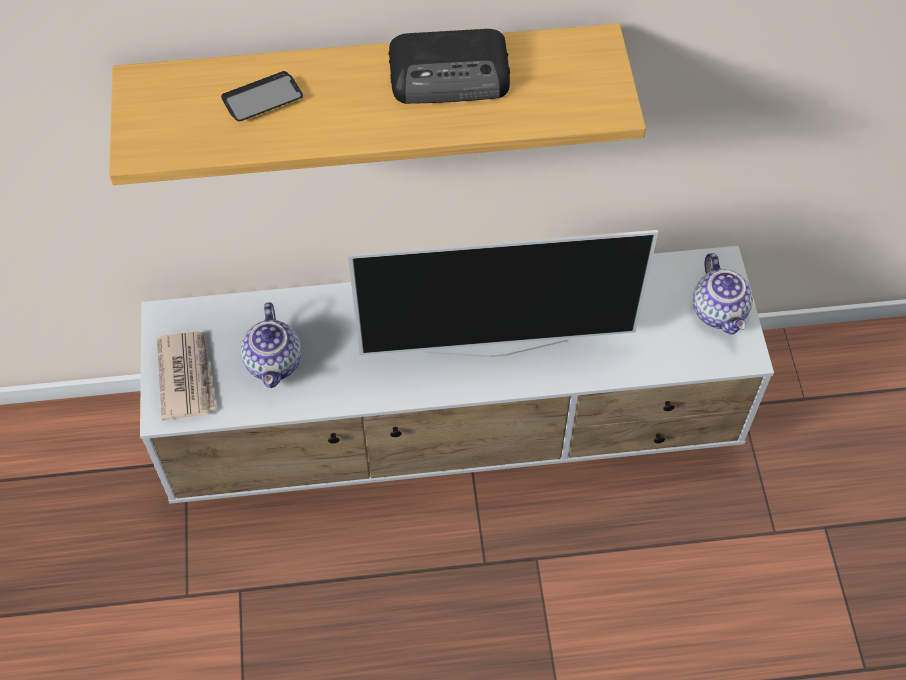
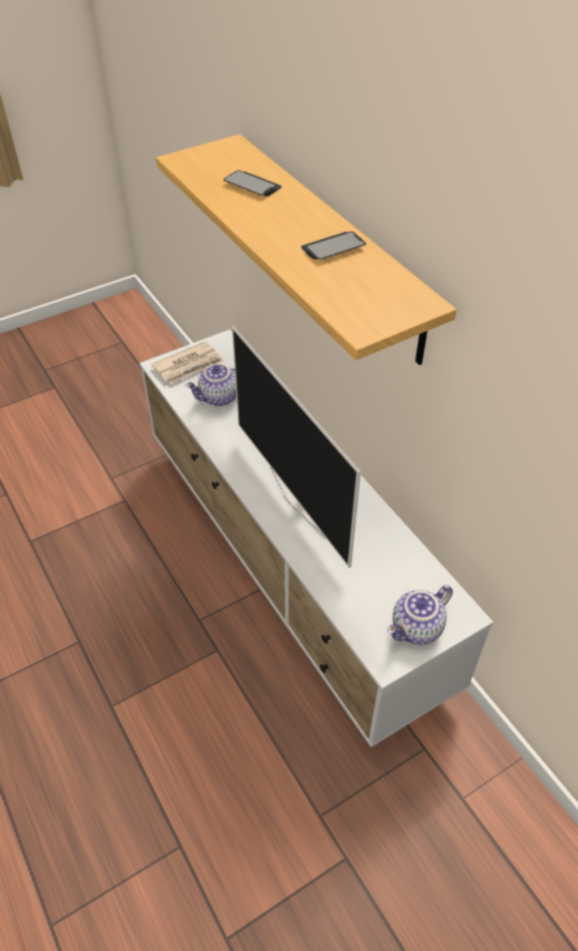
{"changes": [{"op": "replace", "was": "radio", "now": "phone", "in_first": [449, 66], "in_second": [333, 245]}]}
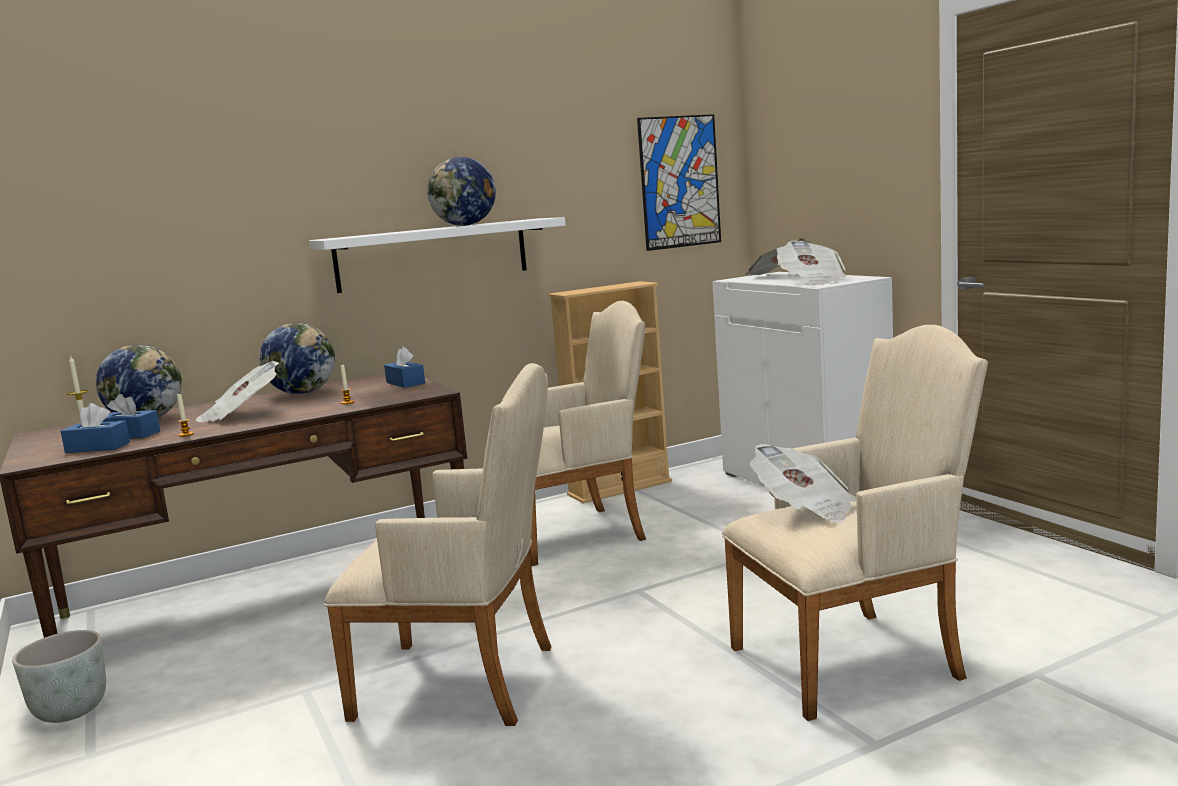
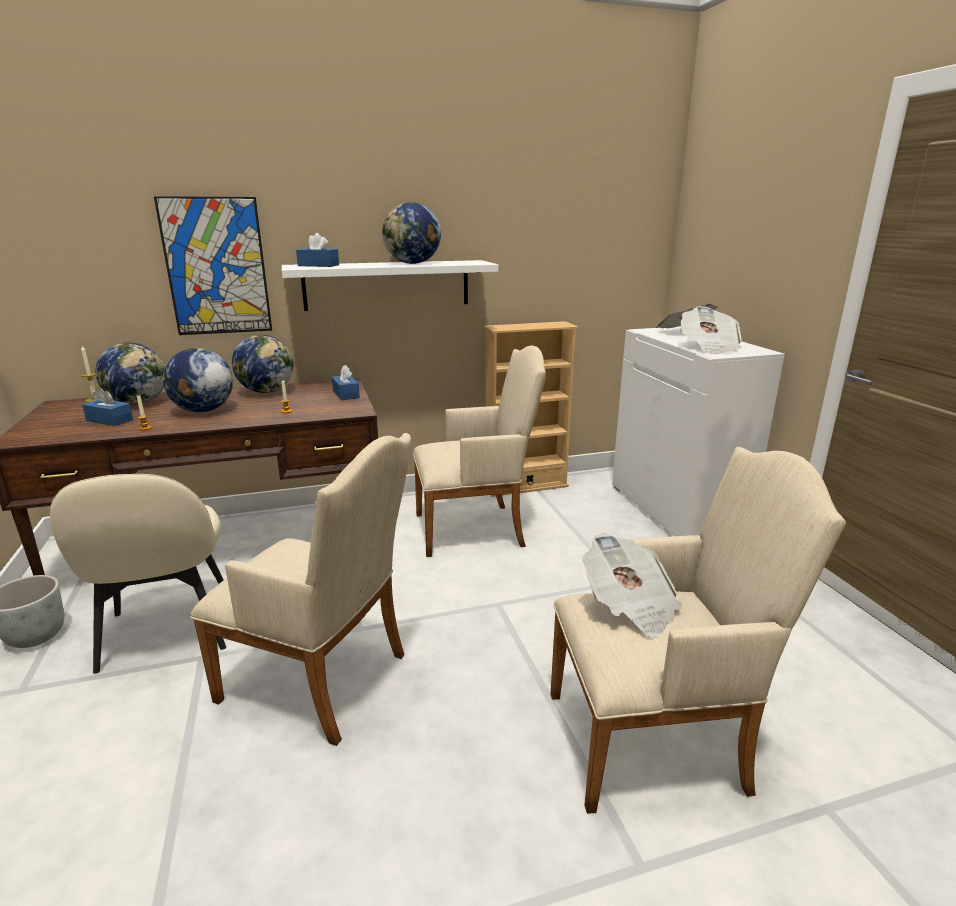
{"changes": [{"op": "move", "was": "blue tissue box", "in_first": [95, 428], "in_second": [317, 250]}, {"op": "replace", "was": "newspaper", "now": "globe", "in_first": [237, 391], "in_second": [197, 380]}, {"op": "move", "was": "picture", "in_first": [679, 182], "in_second": [213, 265]}, {"op": "insert", "now": "beige chair", "in_second": [138, 574]}]}
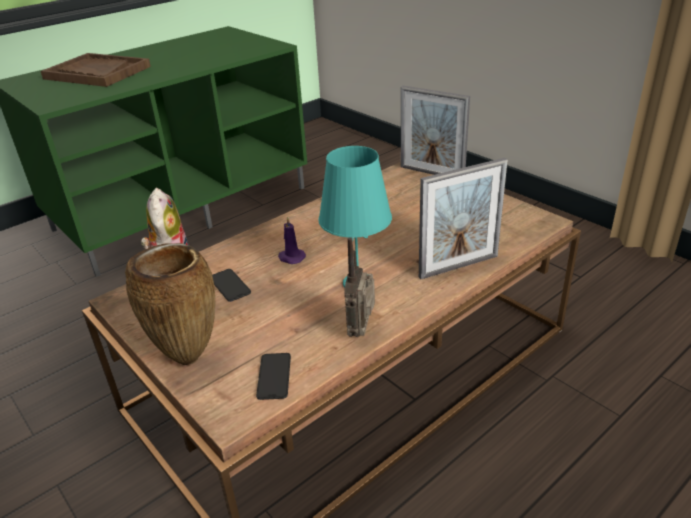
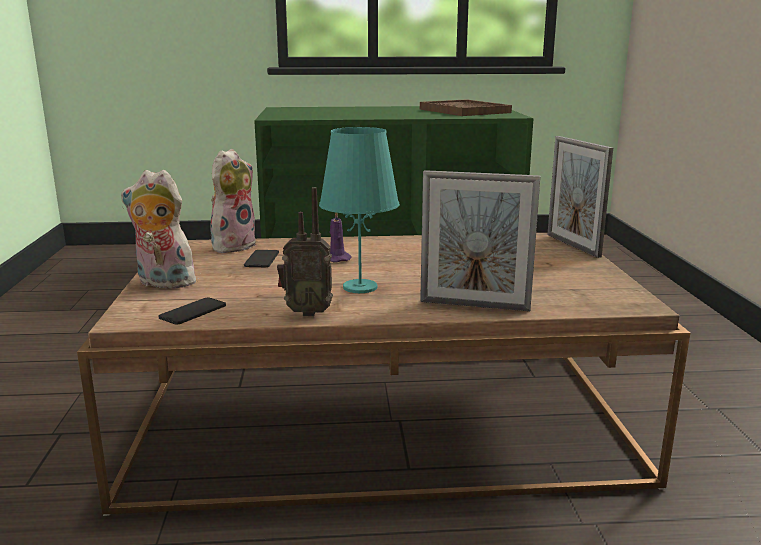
{"changes": [{"op": "move", "was": "brown tray", "in_first": [96, 70], "in_second": [466, 107]}, {"op": "replace", "was": "brown vase", "now": "plush toy", "in_first": [170, 304], "in_second": [161, 230]}, {"op": "rotate", "was": "radio", "in_first": [359, 287], "in_second": [305, 251], "clockwise": -135}]}
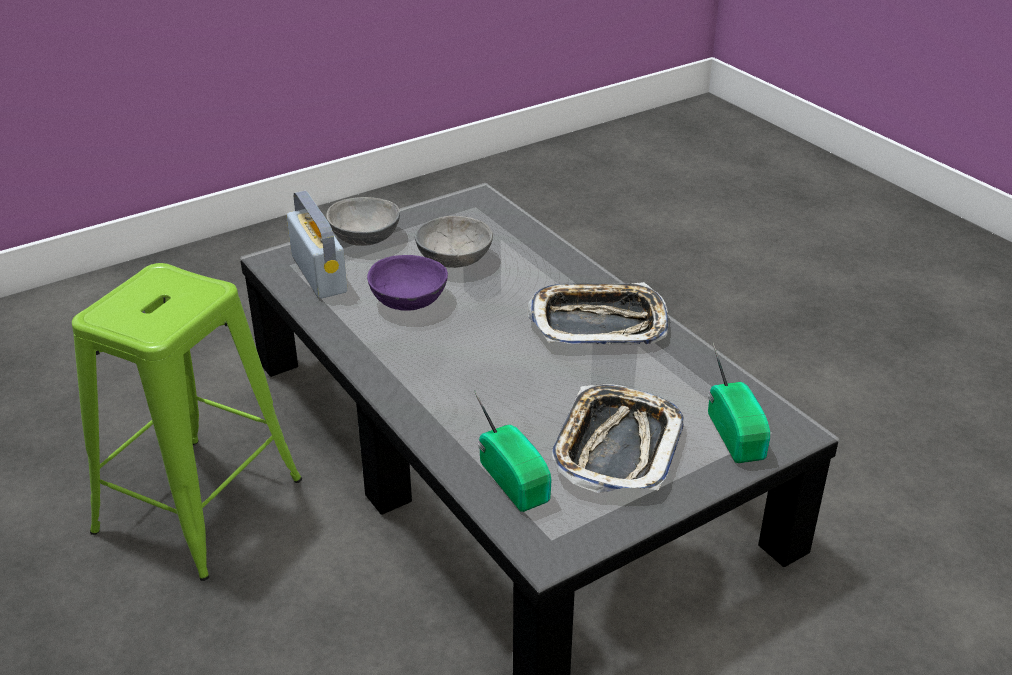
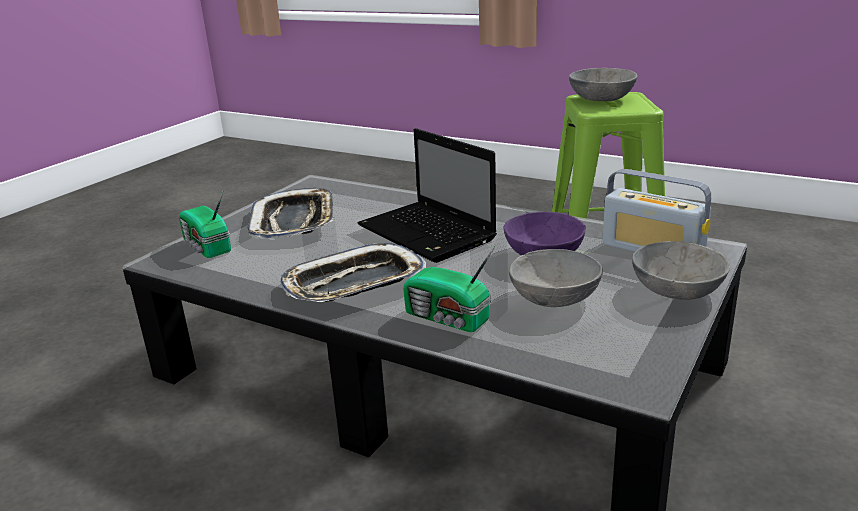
{"changes": [{"op": "move", "was": "radio", "in_first": [513, 451], "in_second": [449, 288]}, {"op": "insert", "now": "laptop", "in_second": [427, 195]}, {"op": "insert", "now": "grey bowl", "in_second": [603, 84]}]}
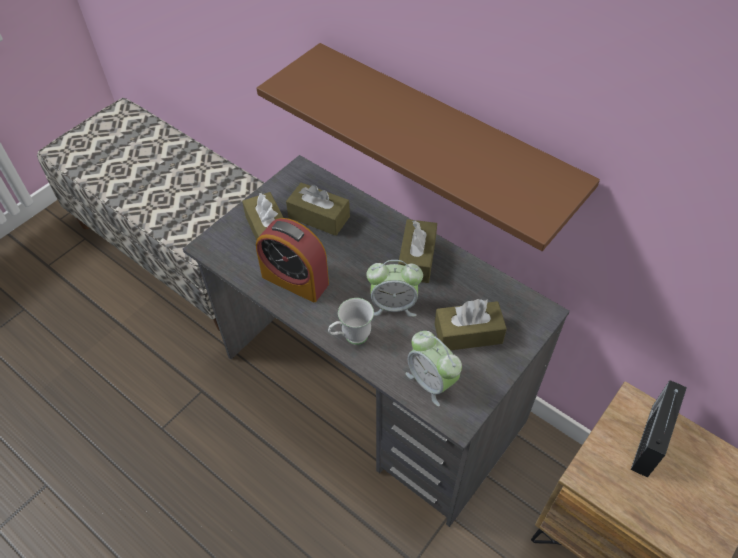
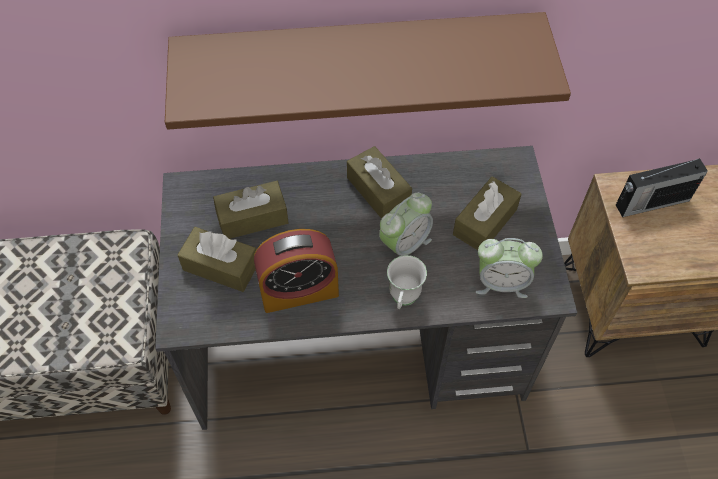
{"changes": [{"op": "rotate", "was": "radio", "in_first": [659, 429], "in_second": [662, 187], "clockwise": -90}]}
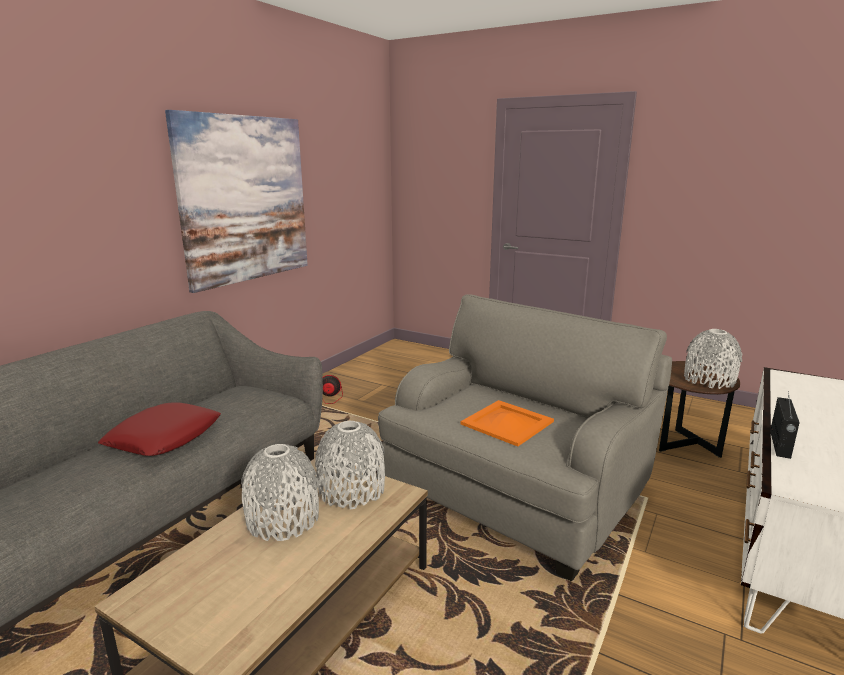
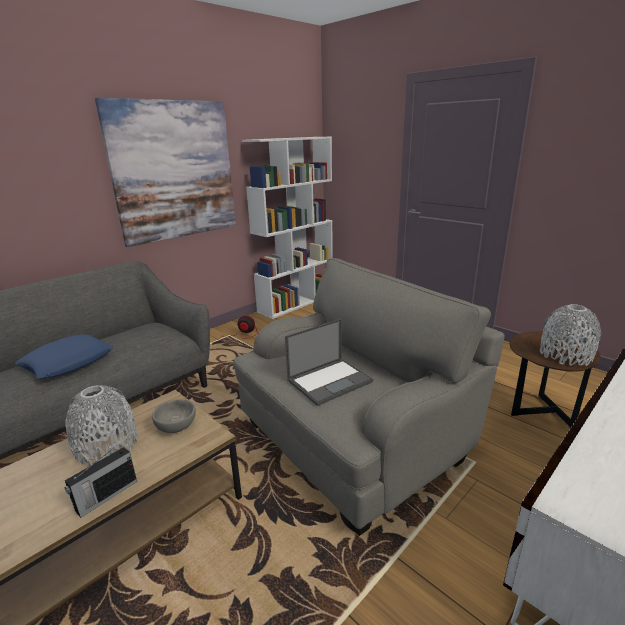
{"changes": [{"op": "recolor", "was": "red pillow", "now": "blue pillow", "in_first": [159, 429], "in_second": [64, 356]}, {"op": "replace", "was": "grey vase", "now": "grey bowl", "in_first": [350, 465], "in_second": [174, 416]}, {"op": "replace", "was": "orange tray", "now": "laptop", "in_first": [507, 423], "in_second": [329, 362]}, {"op": "move", "was": "radio", "in_first": [785, 425], "in_second": [101, 481]}, {"op": "insert", "now": "white bookcase", "in_second": [287, 228]}]}
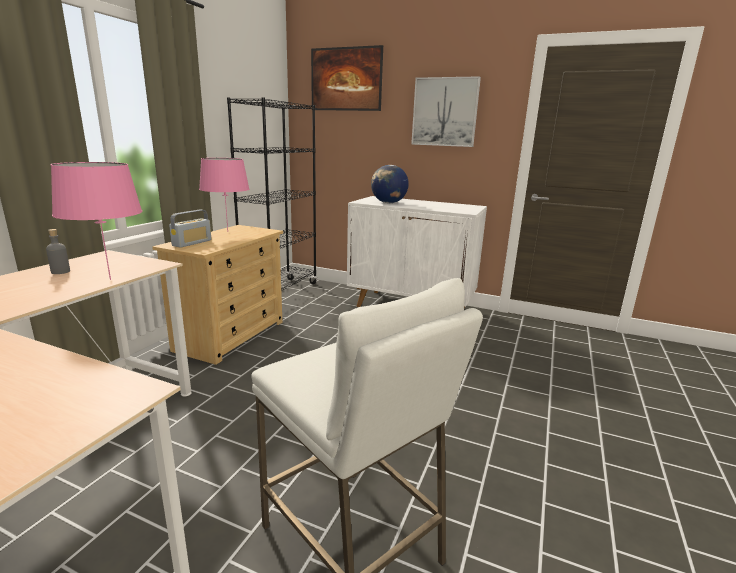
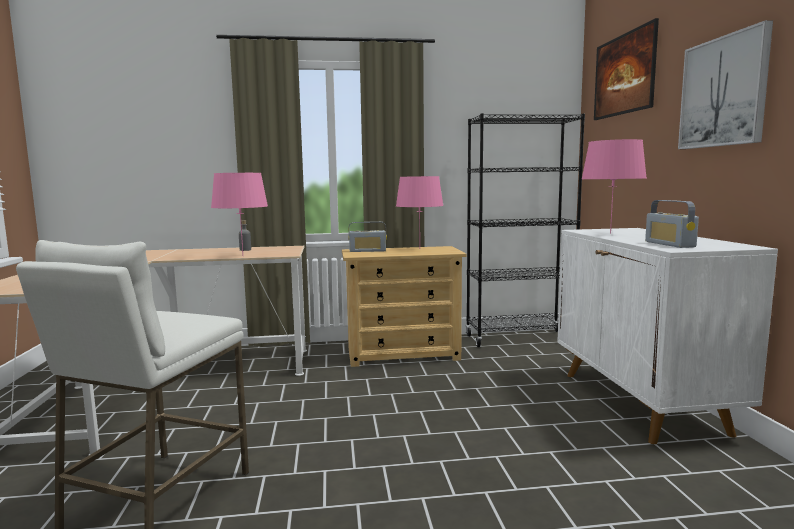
{"changes": [{"op": "replace", "was": "globe", "now": "pink table lamp", "in_first": [390, 184], "in_second": [614, 186]}, {"op": "insert", "now": "radio", "in_second": [672, 224]}]}
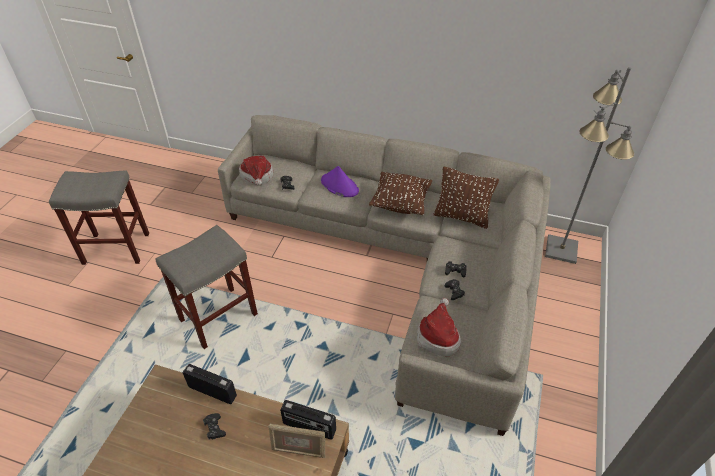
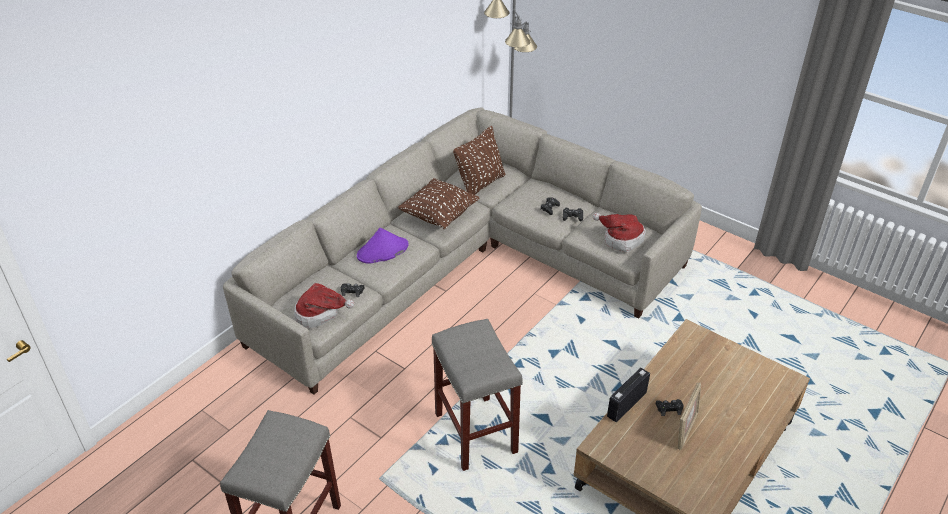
{"changes": [{"op": "move", "was": "picture frame", "in_first": [296, 440], "in_second": [689, 416]}, {"op": "delete", "was": "radio", "in_first": [308, 420]}]}
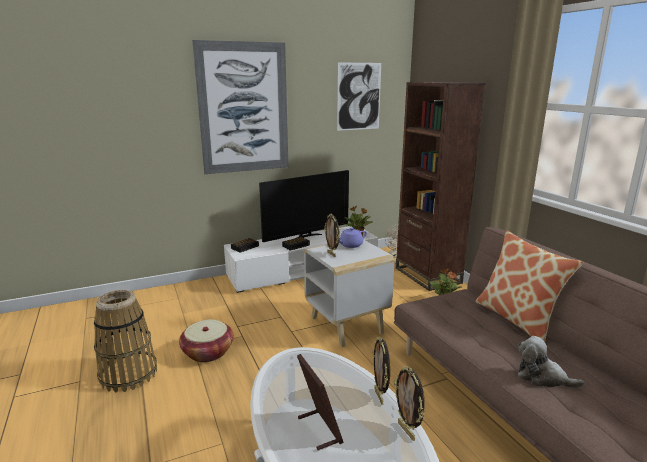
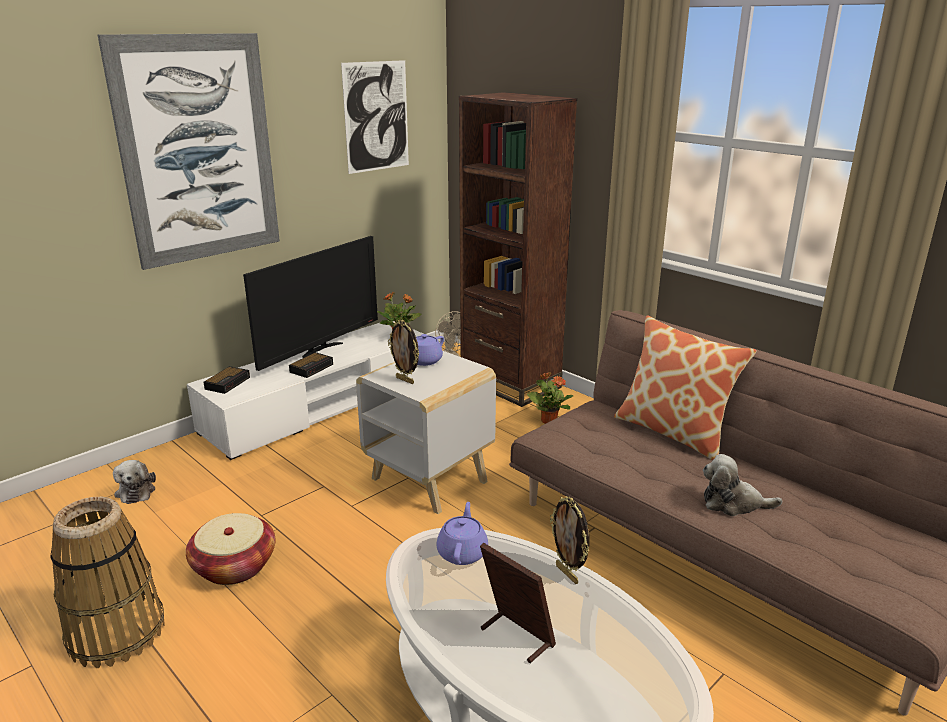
{"changes": [{"op": "delete", "was": "picture frame", "in_first": [409, 403]}, {"op": "insert", "now": "plush toy", "in_second": [134, 482]}, {"op": "insert", "now": "purple teapot", "in_second": [462, 533]}]}
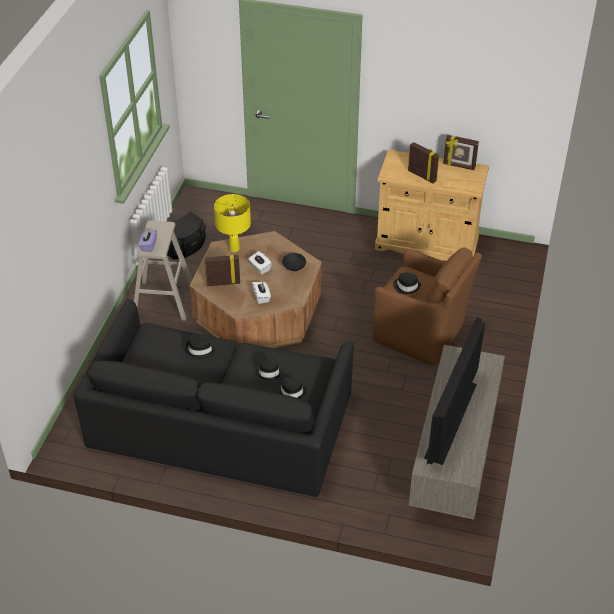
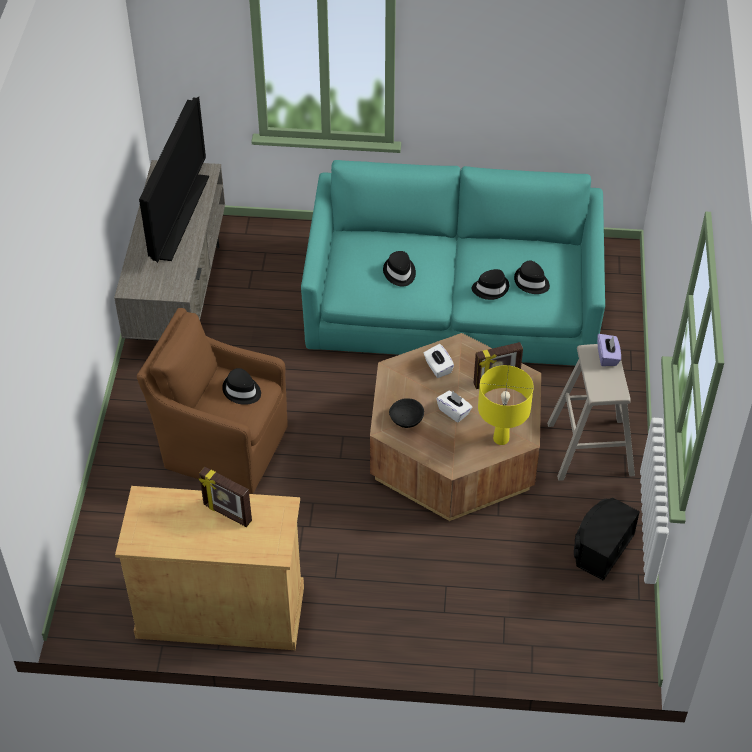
{"changes": [{"op": "recolor", "was": "black sofa", "now": "turquoise sofa", "in_first": [214, 398], "in_second": [453, 263]}, {"op": "move", "was": "black hat", "in_first": [291, 388], "in_second": [532, 277]}, {"op": "delete", "was": "picture frame", "in_first": [461, 152]}]}
